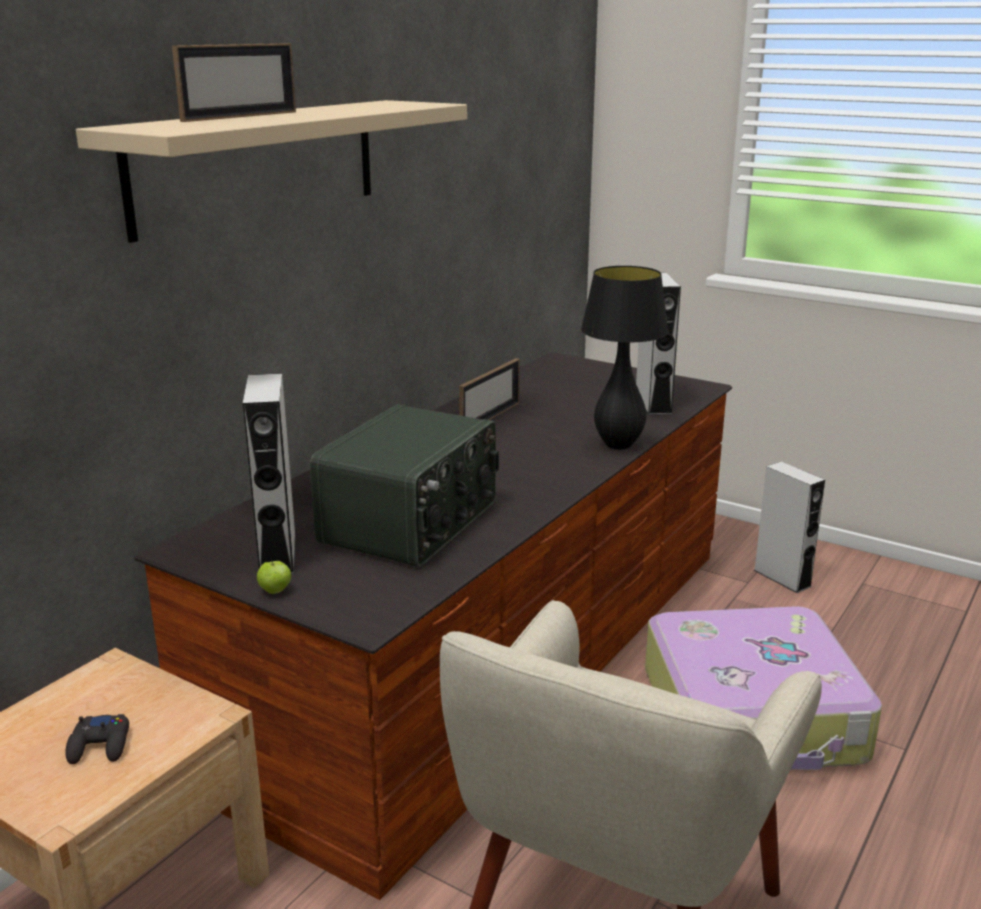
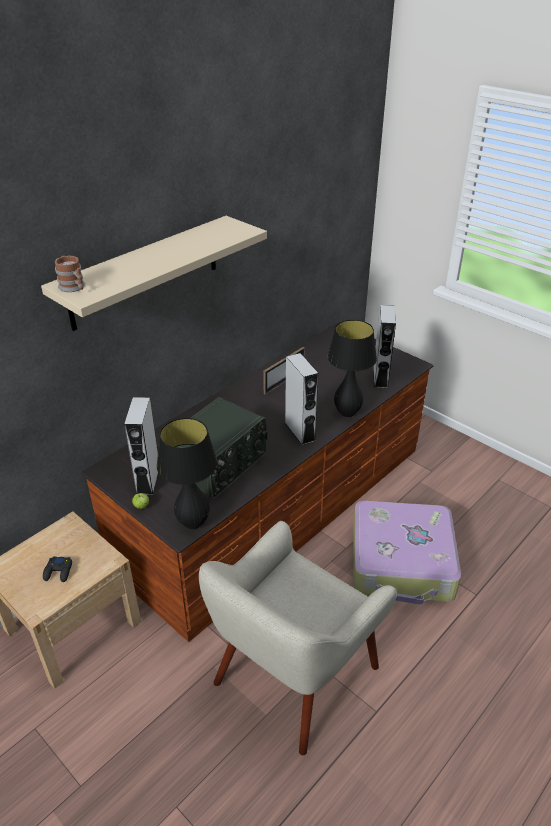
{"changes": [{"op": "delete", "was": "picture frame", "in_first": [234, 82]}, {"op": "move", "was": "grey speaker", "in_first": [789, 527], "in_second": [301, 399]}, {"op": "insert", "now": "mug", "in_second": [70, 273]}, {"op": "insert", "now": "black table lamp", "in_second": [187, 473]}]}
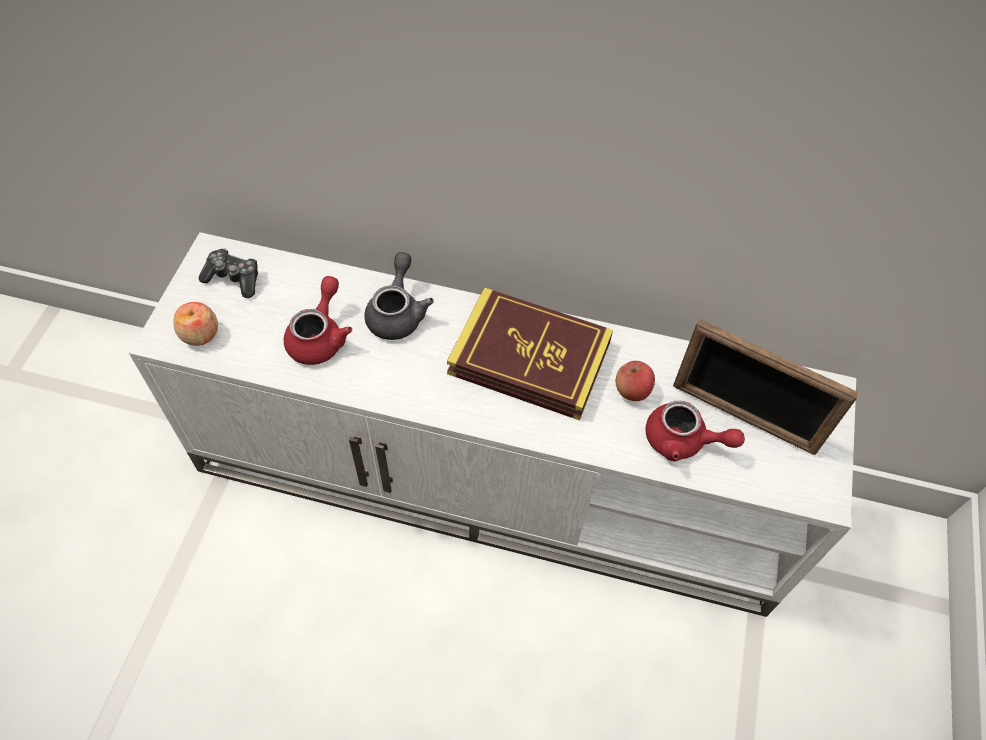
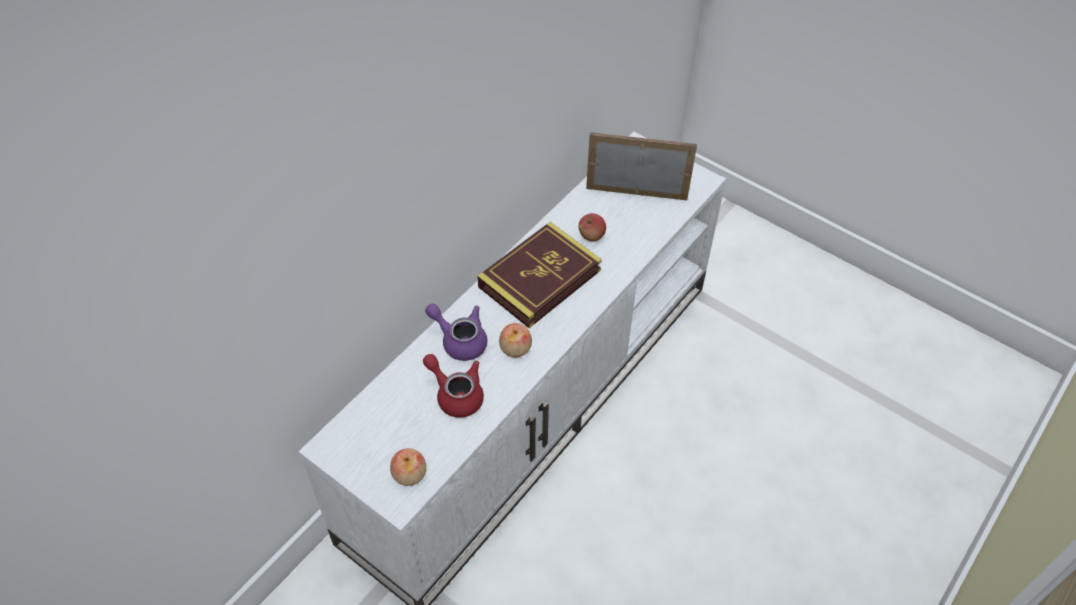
{"changes": [{"op": "delete", "was": "game controller", "in_first": [228, 273]}, {"op": "recolor", "was": "grey teapot", "now": "purple teapot", "in_first": [399, 296], "in_second": [456, 332]}, {"op": "delete", "was": "red teapot", "in_first": [695, 431]}, {"op": "rotate", "was": "picture frame", "in_first": [766, 387], "in_second": [641, 166], "clockwise": -135}, {"op": "insert", "now": "apple", "in_second": [515, 340]}]}
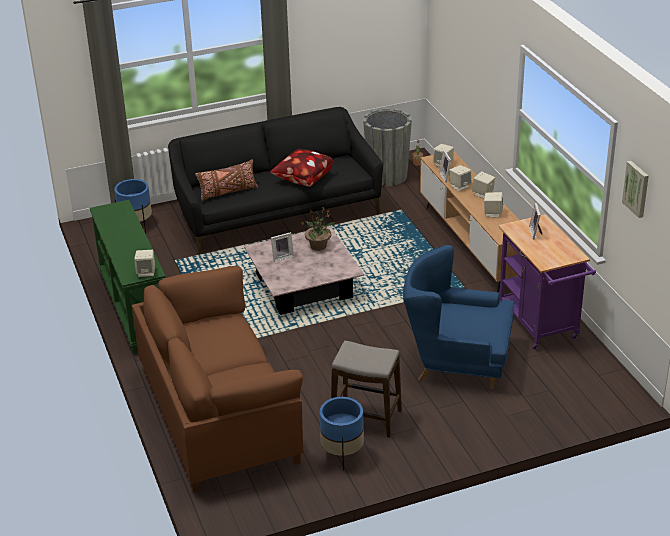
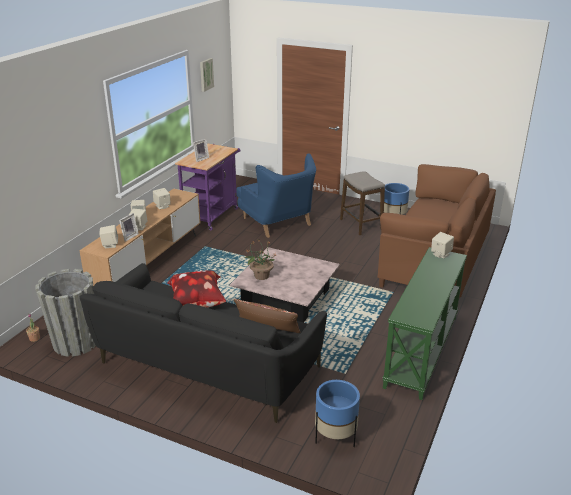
{"changes": [{"op": "delete", "was": "picture frame", "in_first": [282, 247]}]}
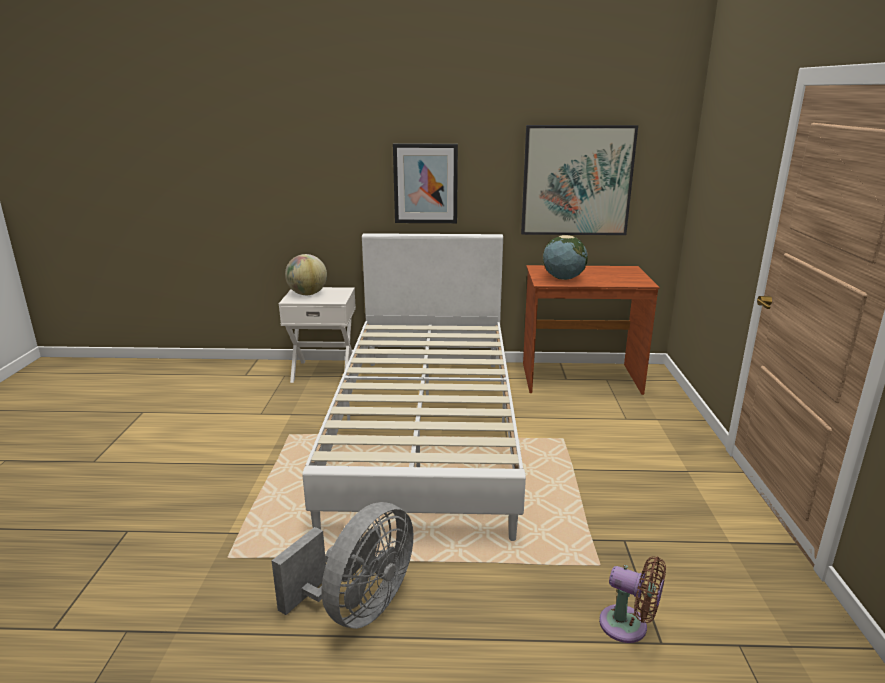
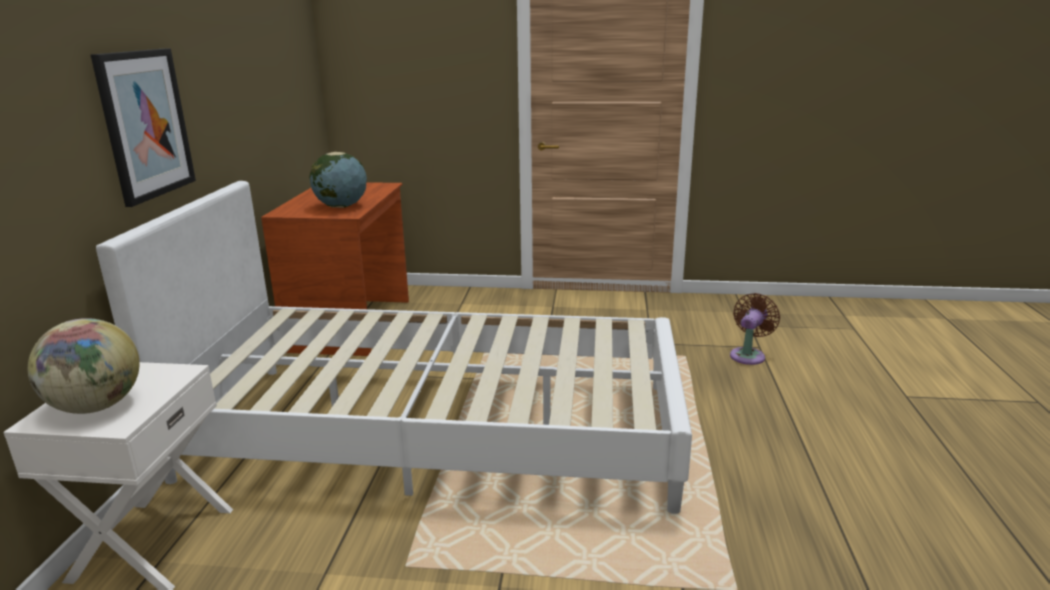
{"changes": [{"op": "delete", "was": "grey fan", "in_first": [342, 565]}, {"op": "delete", "was": "picture", "in_first": [579, 180]}]}
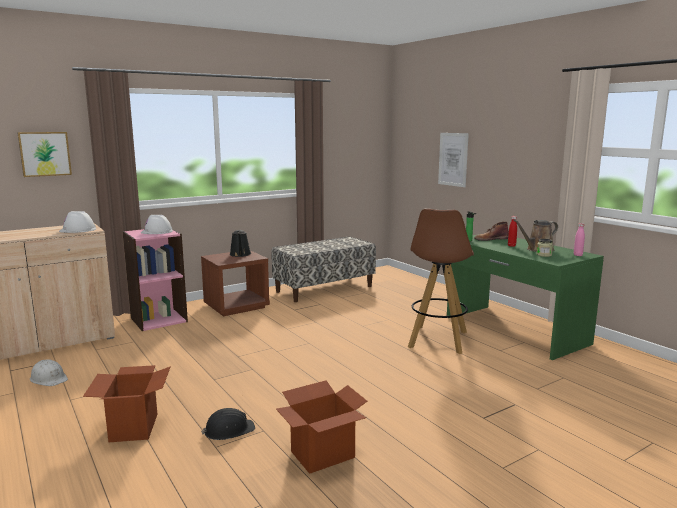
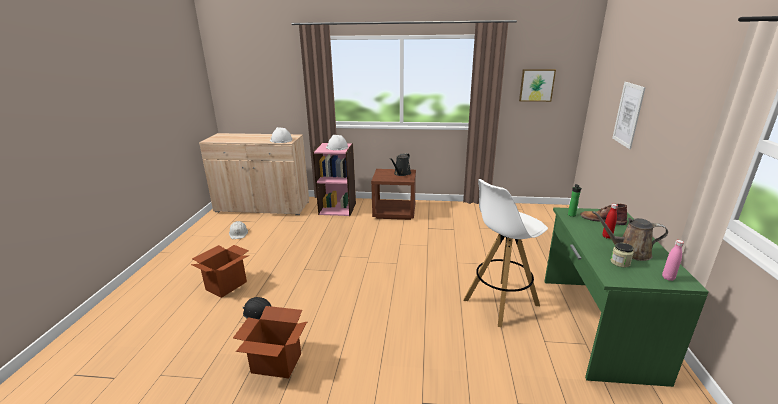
{"changes": [{"op": "move", "was": "picture", "in_first": [44, 154], "in_second": [537, 85]}, {"op": "delete", "was": "bench", "in_first": [323, 269]}, {"op": "recolor", "was": "brown stool", "now": "white stool", "in_first": [441, 281], "in_second": [505, 253]}]}
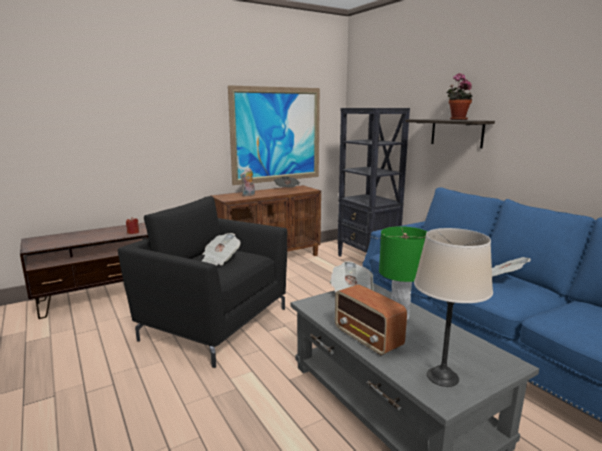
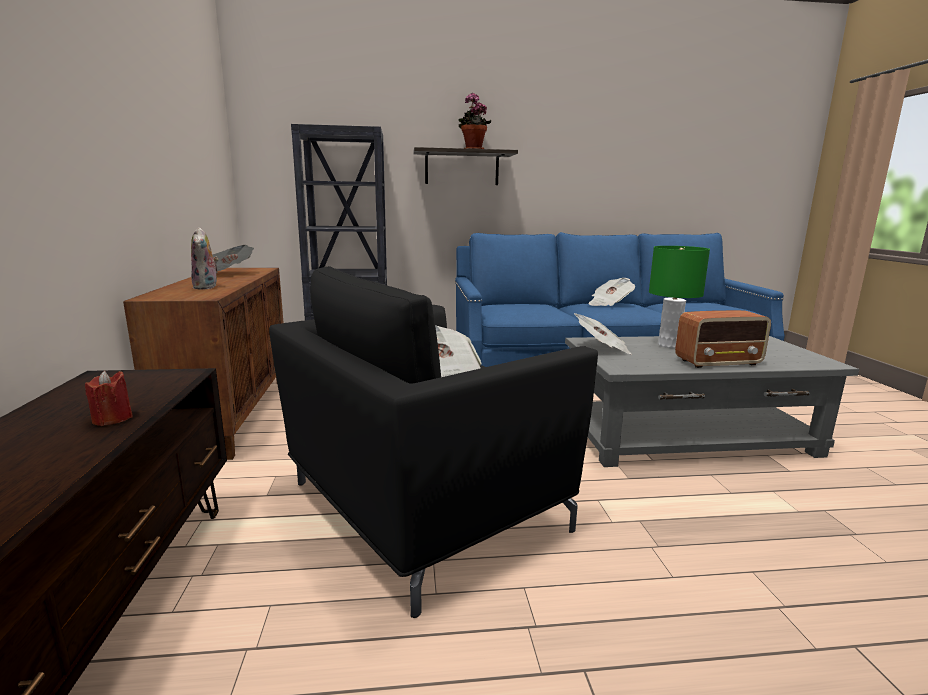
{"changes": [{"op": "delete", "was": "picture", "in_first": [274, 135]}, {"op": "delete", "was": "beige table lamp", "in_first": [453, 307]}]}
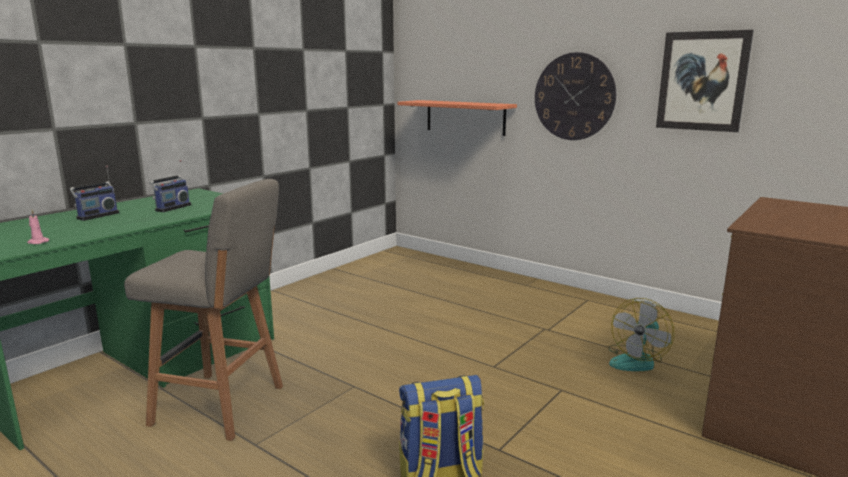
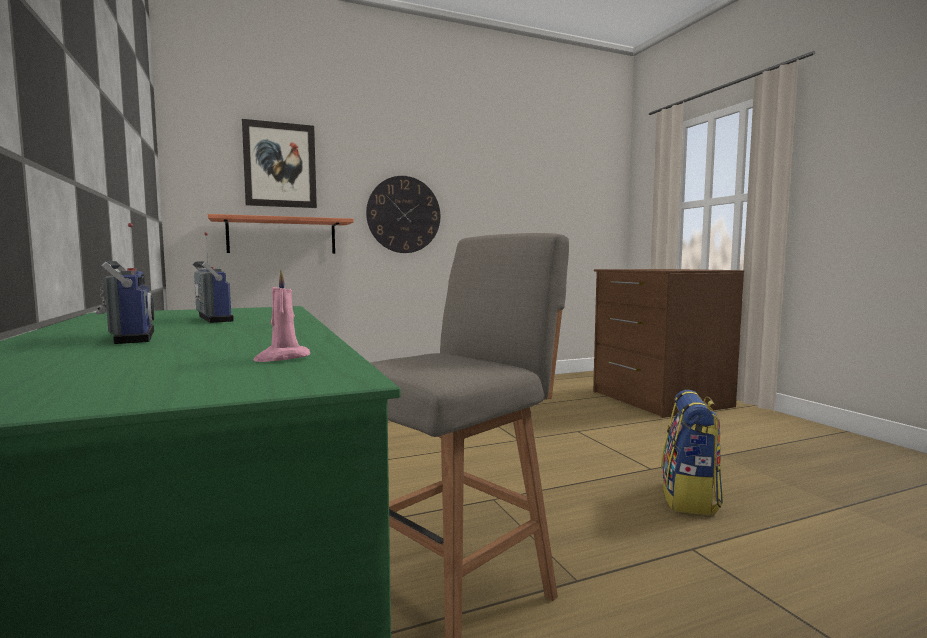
{"changes": [{"op": "delete", "was": "fan", "in_first": [640, 334]}, {"op": "move", "was": "picture", "in_first": [705, 81], "in_second": [279, 163]}]}
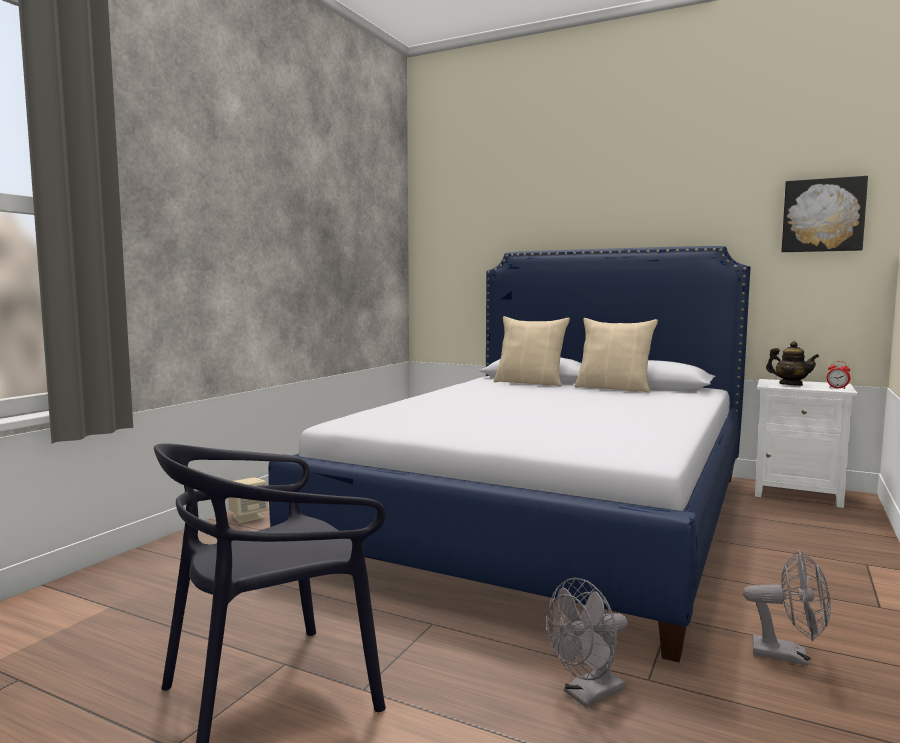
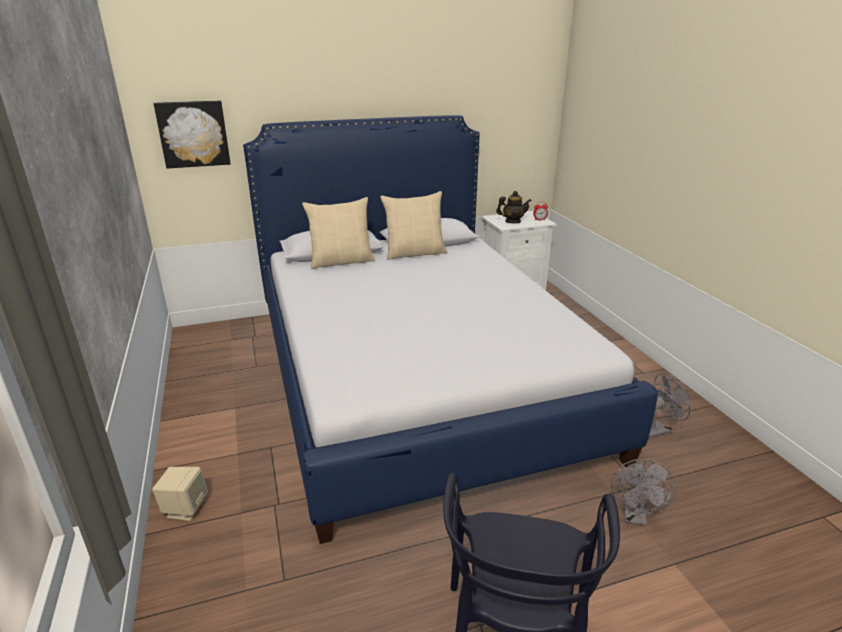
{"changes": [{"op": "move", "was": "picture", "in_first": [825, 214], "in_second": [192, 135]}]}
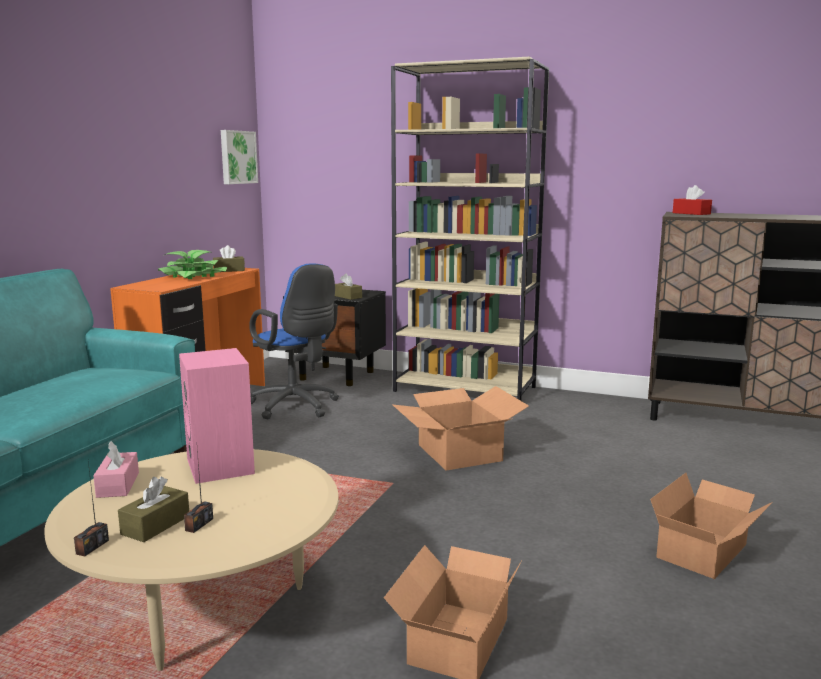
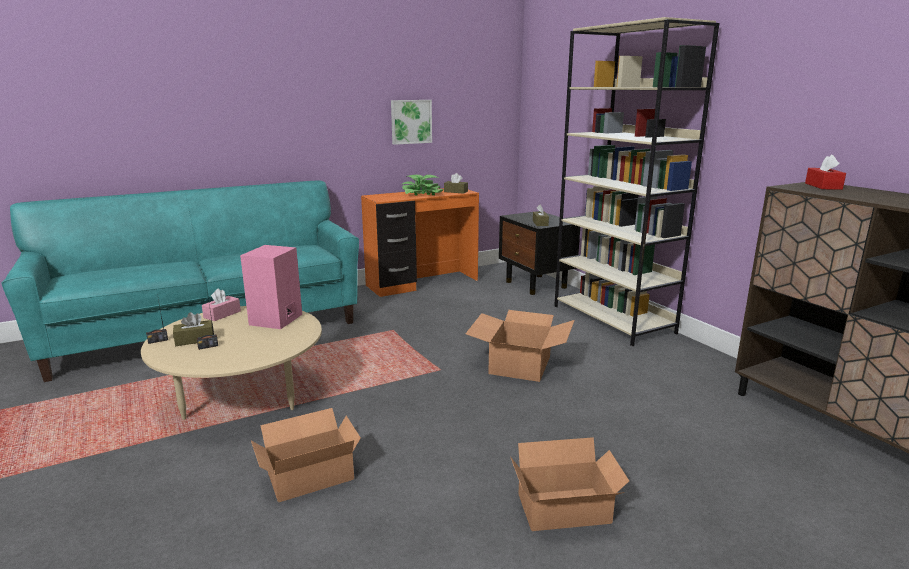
{"changes": [{"op": "move", "was": "picture", "in_first": [239, 157], "in_second": [411, 122]}, {"op": "delete", "was": "blue office chair", "in_first": [294, 341]}]}
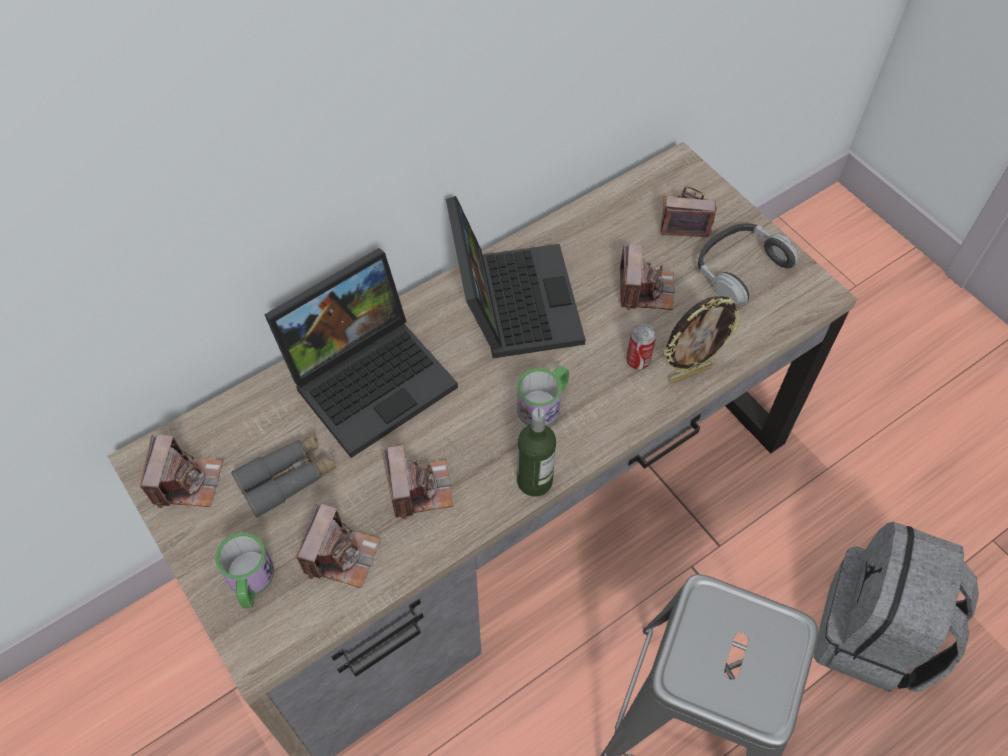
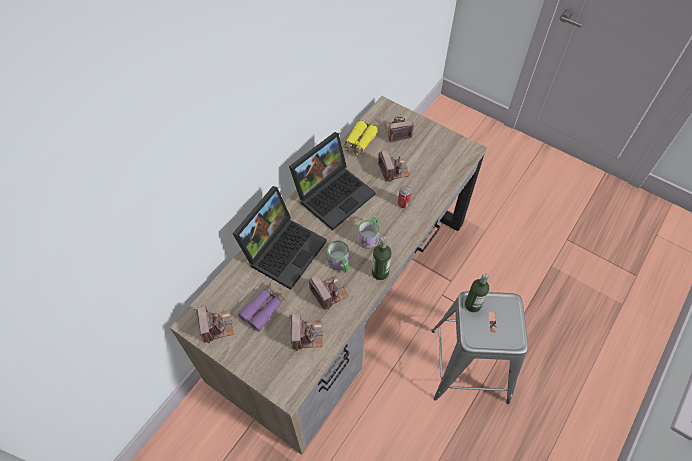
{"changes": [{"op": "move", "was": "mug", "in_first": [244, 571], "in_second": [338, 256]}, {"op": "recolor", "was": "grey binoculars", "now": "purple binoculars", "in_first": [283, 475], "in_second": [262, 307]}, {"op": "rotate", "was": "laptop", "in_first": [515, 277], "in_second": [332, 181], "clockwise": 75}, {"op": "delete", "was": "picture frame", "in_first": [703, 340]}, {"op": "delete", "was": "headphones", "in_first": [748, 264]}, {"op": "delete", "was": "grey backpack", "in_first": [896, 607]}, {"op": "insert", "now": "yellow binoculars", "in_second": [360, 138]}, {"op": "insert", "now": "bottle", "in_second": [477, 292]}]}
